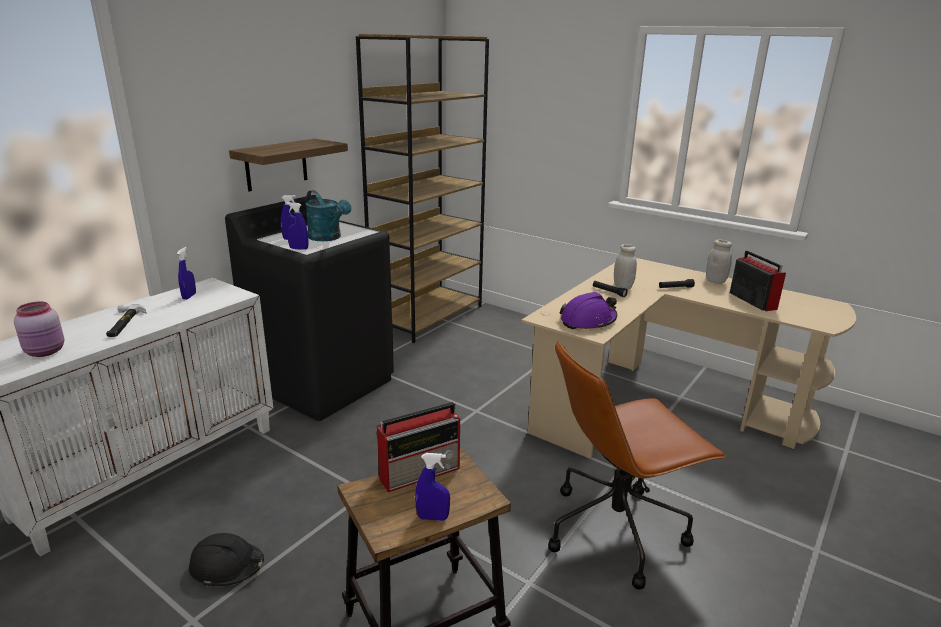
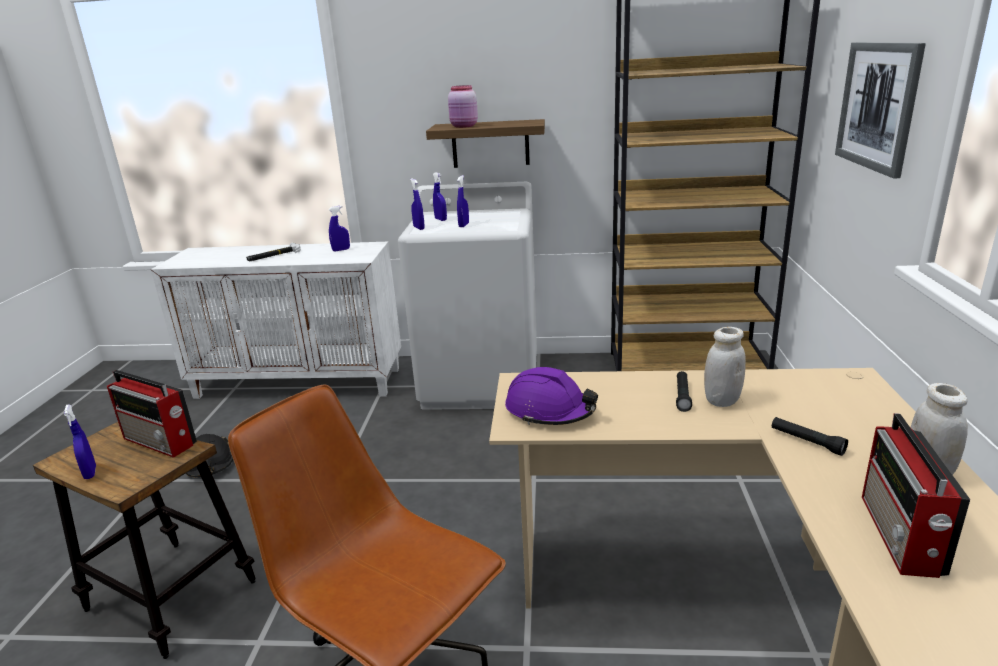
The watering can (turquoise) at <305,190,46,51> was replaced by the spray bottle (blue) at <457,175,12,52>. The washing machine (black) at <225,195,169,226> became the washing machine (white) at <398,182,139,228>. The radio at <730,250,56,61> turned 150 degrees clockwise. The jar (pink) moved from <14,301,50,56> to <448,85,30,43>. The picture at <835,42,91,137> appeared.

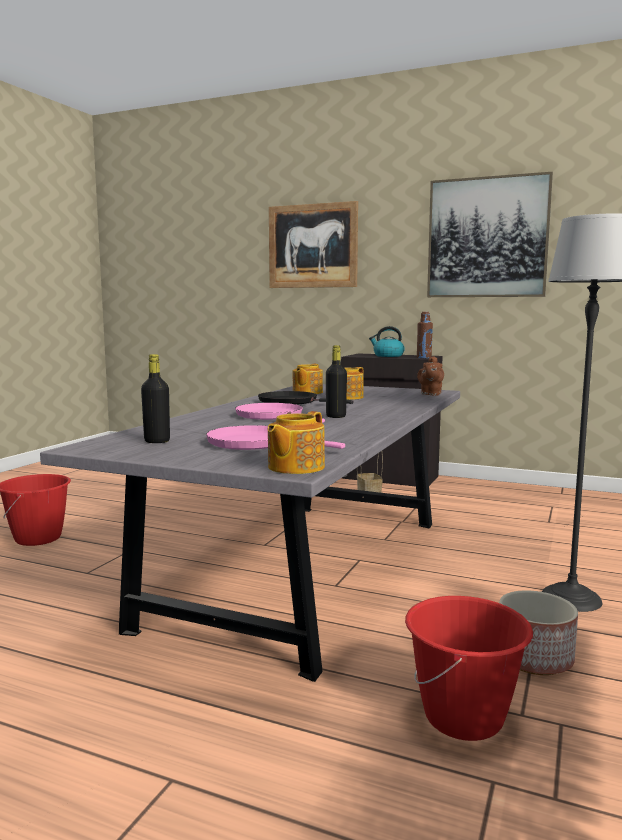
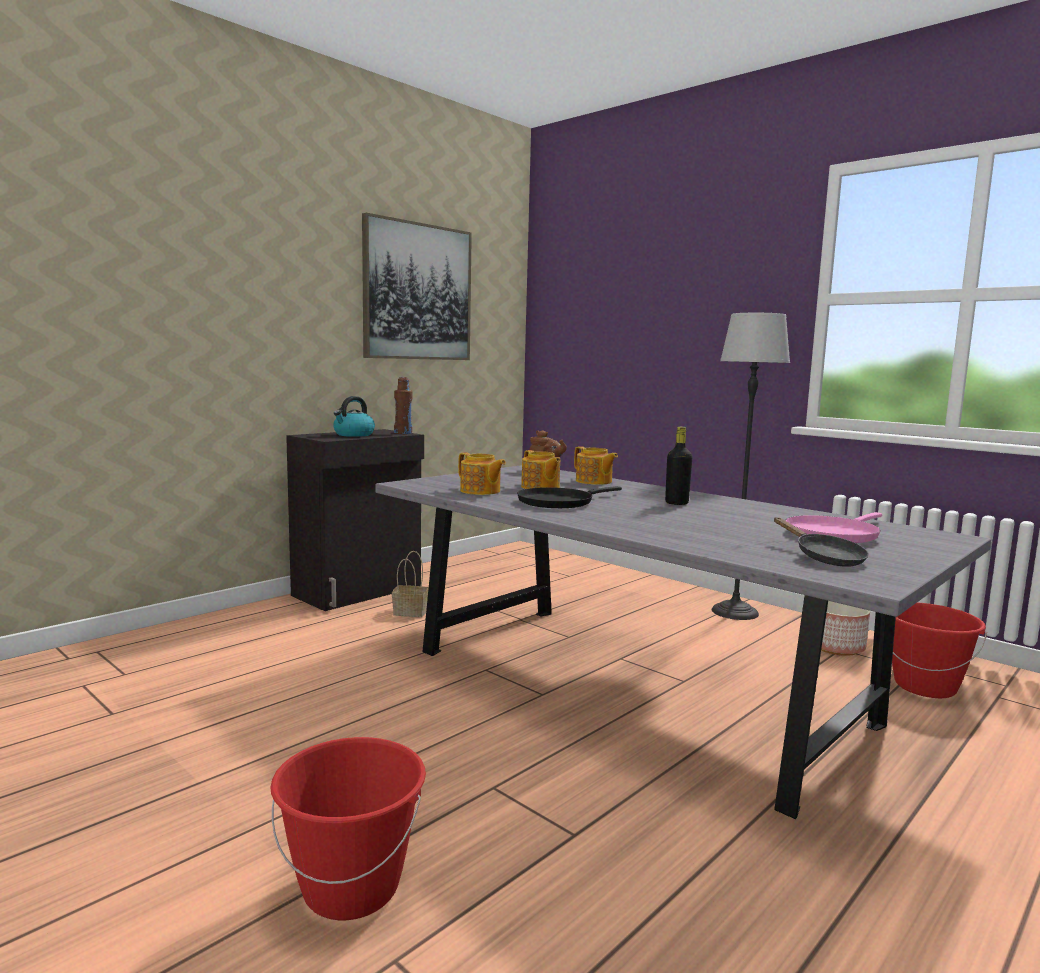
The picture at <269,201,89,87> disappeared. The bottle (black) at <141,354,29,89> was replaced by the frying pan (black) at <774,517,95,50>. The frying pan (pink) at <235,403,90,20> disappeared. The teapot moved from <268,411,57,63> to <574,446,44,39>.

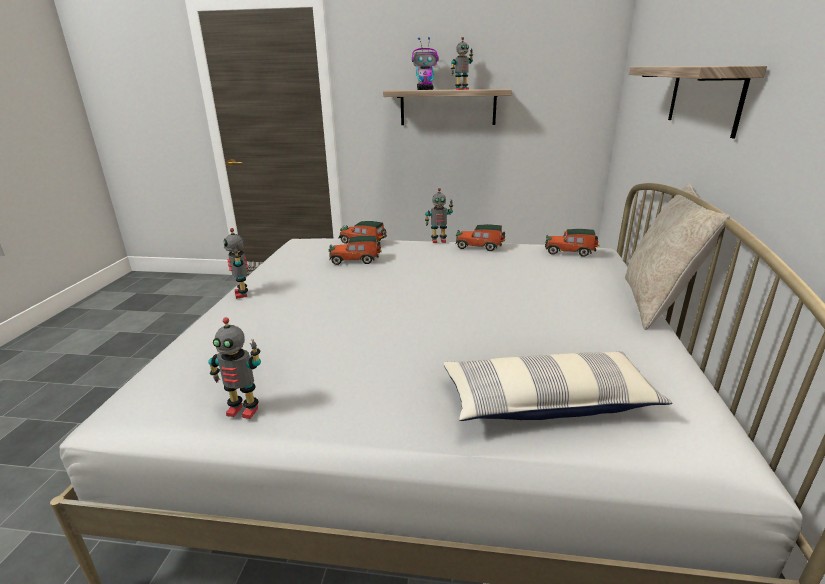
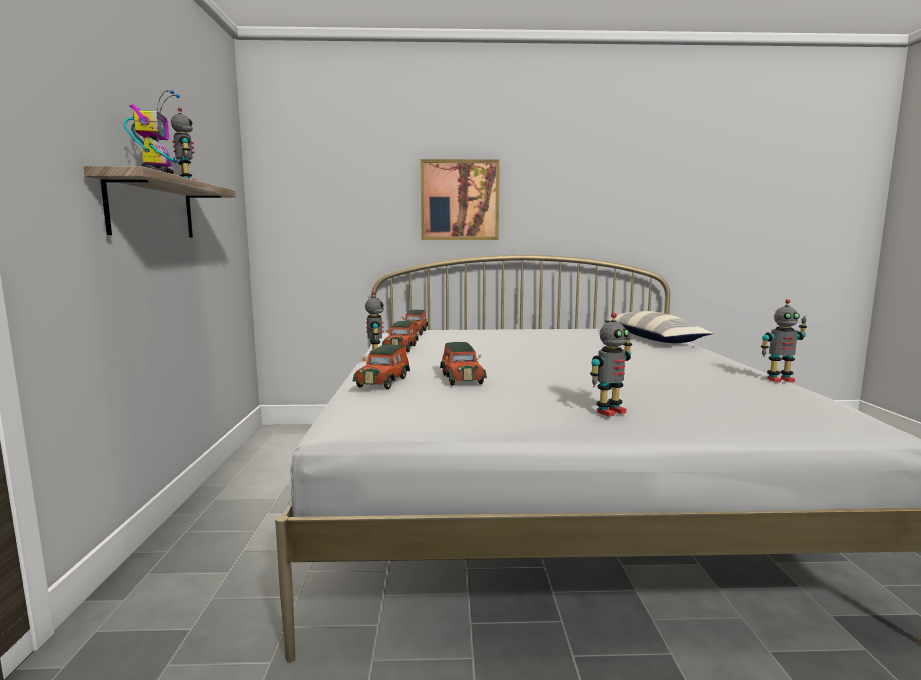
The shelf at <629,66,138,72> was replaced by the picture at <421,159,79,81>. The pillow (beige) at <625,184,105,146> disappeared. The toy robot at <208,318,53,101> turned 90 degrees clockwise.

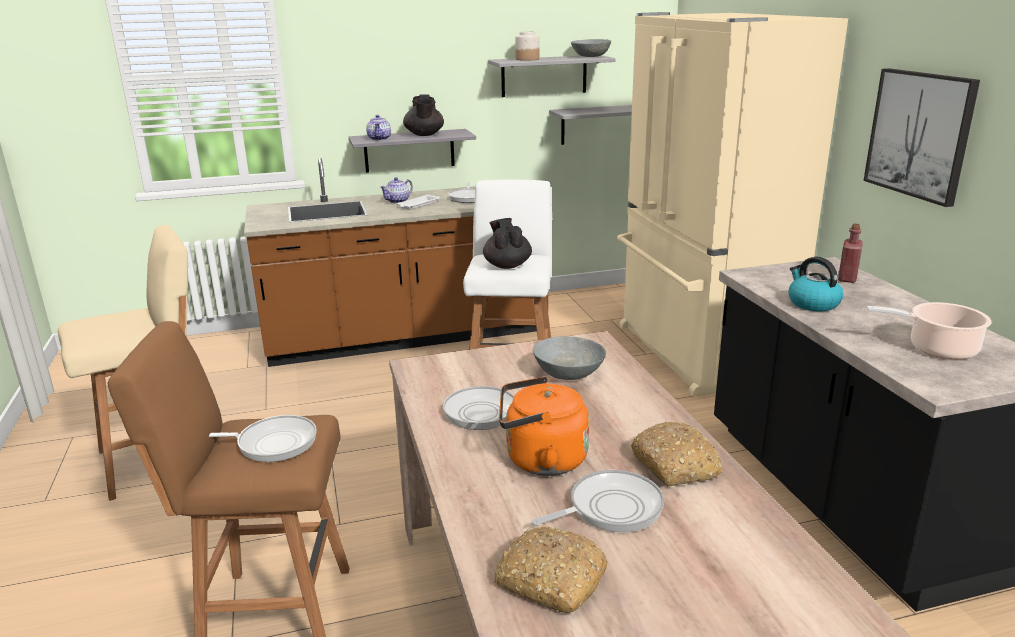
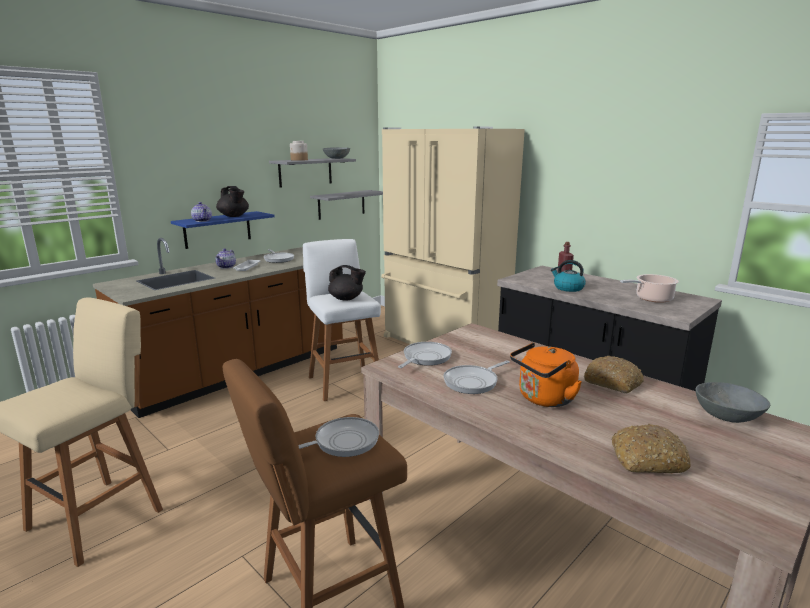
The picture at <864,68,116,139> disappeared. The shelf (grey) at <349,129,127,44> became the shelf (blue) at <171,211,104,38>. The teapot (black) at <483,218,49,51> turned 150 degrees clockwise. The bowl (grey) moved from <533,337,73,43> to <696,382,74,41>. The frying pan moved from <532,470,132,62> to <398,342,54,26>.

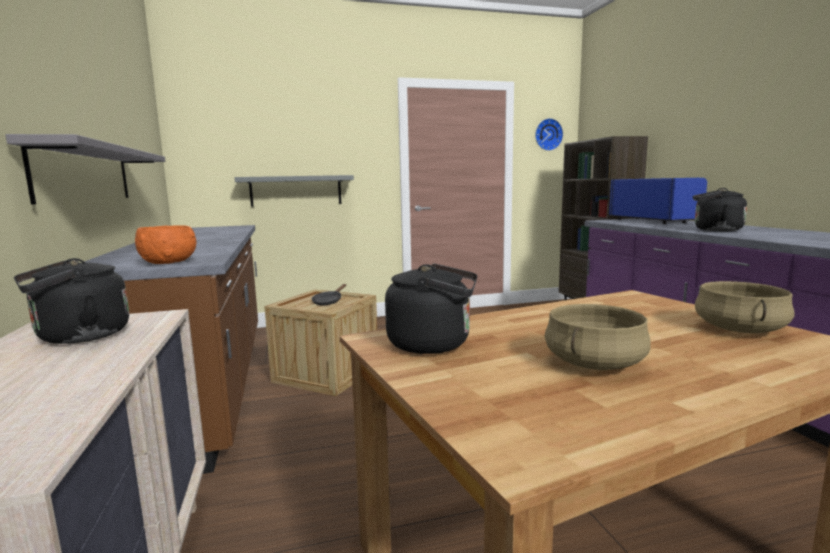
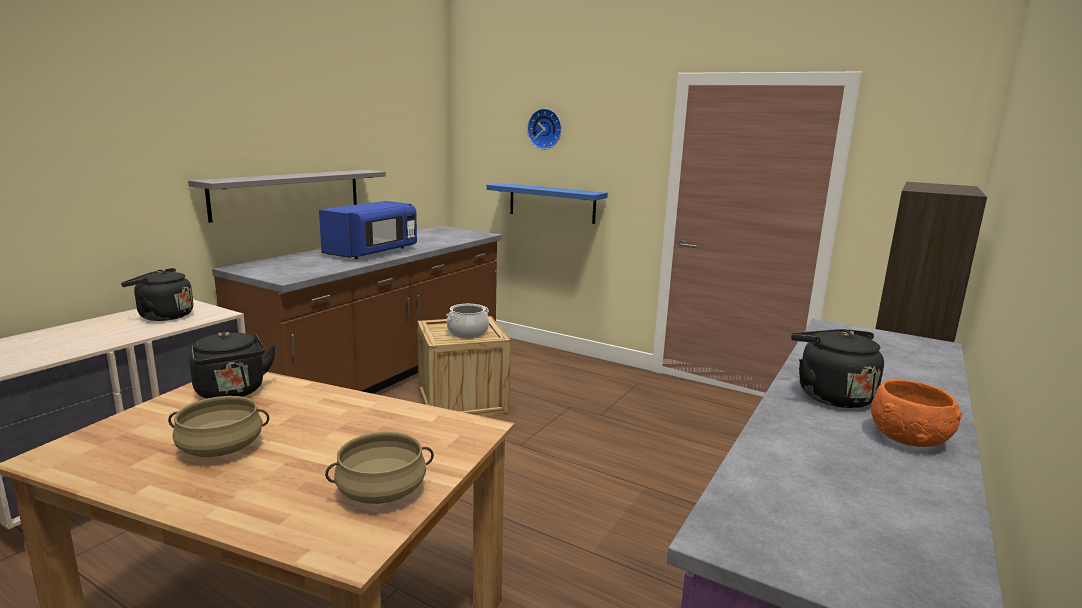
The wall clock moved from <535,118,28,33> to <527,108,35,42>. The shelf (grey) at <234,175,120,32> became the shelf (blue) at <486,183,122,41>. The microwave (blue) moved from <609,178,98,46> to <319,201,98,58>. The bowl (orange) moved from <135,225,61,39> to <871,380,91,67>. The frying pan (black) at <312,284,34,21> was replaced by the cooking pot at <446,304,43,34>.

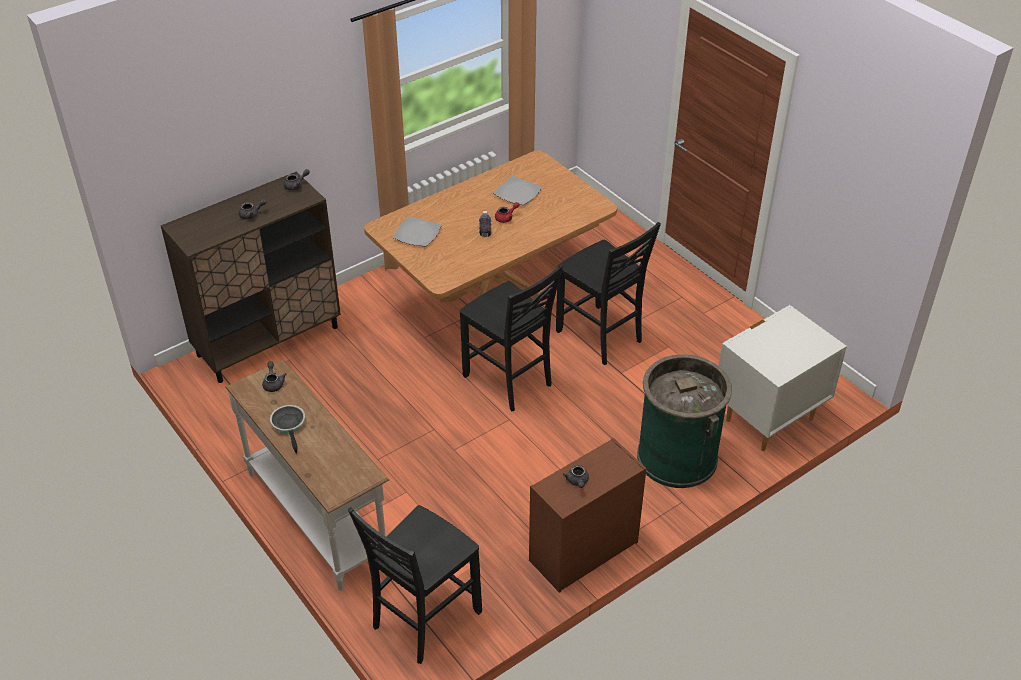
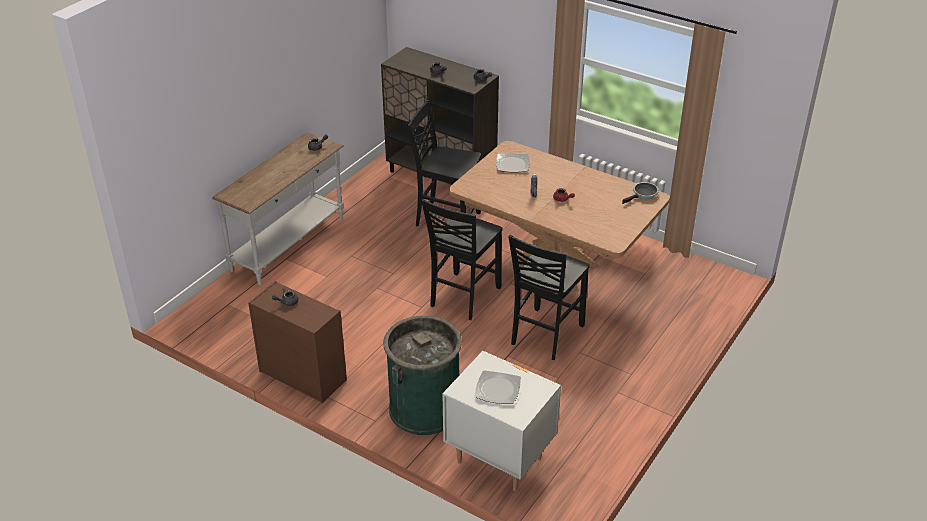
The plate moved from <493,176,49,29> to <475,371,46,33>. The frying pan moved from <270,405,35,49> to <622,182,37,22>. The chair (black) moved from <348,505,134,159> to <407,100,74,126>.

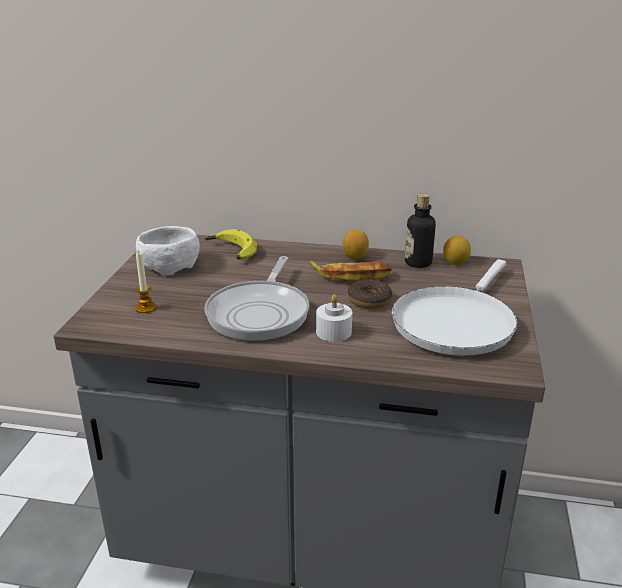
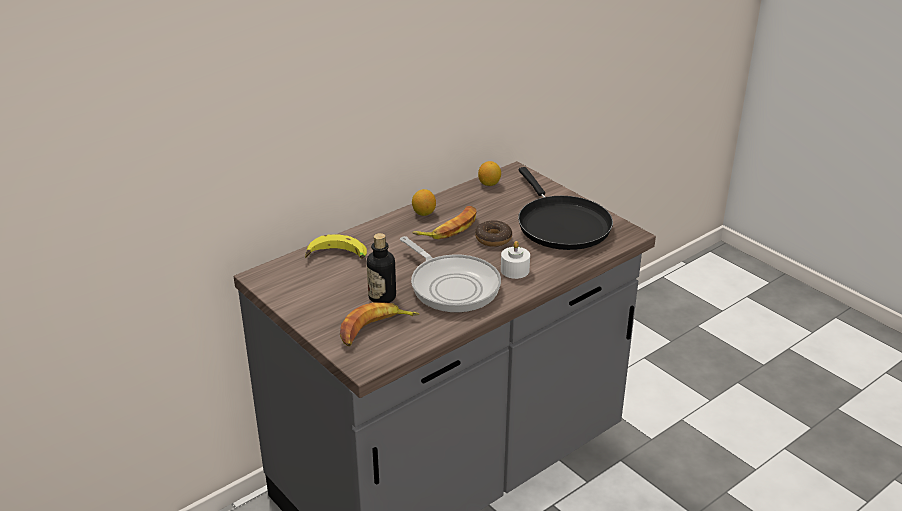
The bottle moved from <405,193,31,75> to <366,233,30,70>. The bowl (white) at <136,226,64,49> disappeared. The candle at <135,252,22,61> was replaced by the banana at <340,302,80,44>. The frying pan (white) at <392,259,126,97> became the frying pan (black) at <518,167,95,83>.

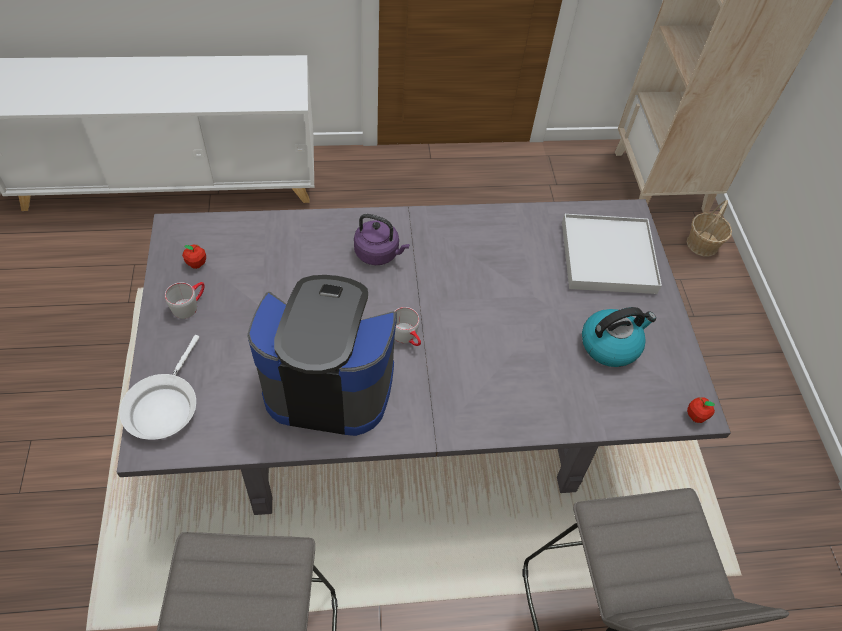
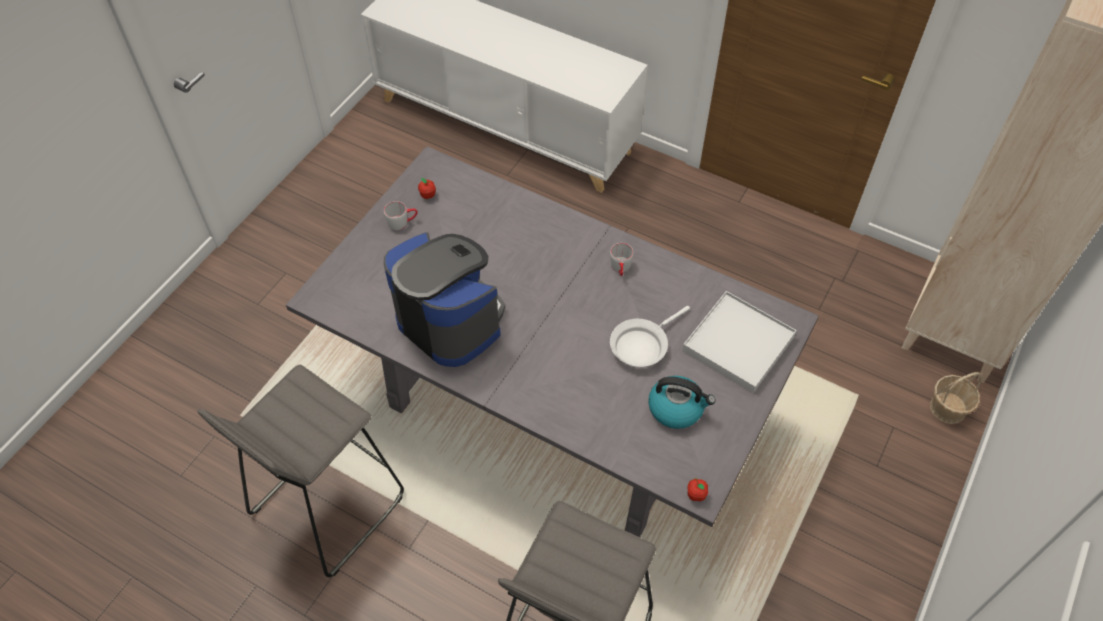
The kettle (purple) at <354,214,56,51> disappeared. The mug (grey) moved from <394,307,27,39> to <610,243,24,33>. The frying pan (white) moved from <119,335,80,105> to <610,305,80,62>.

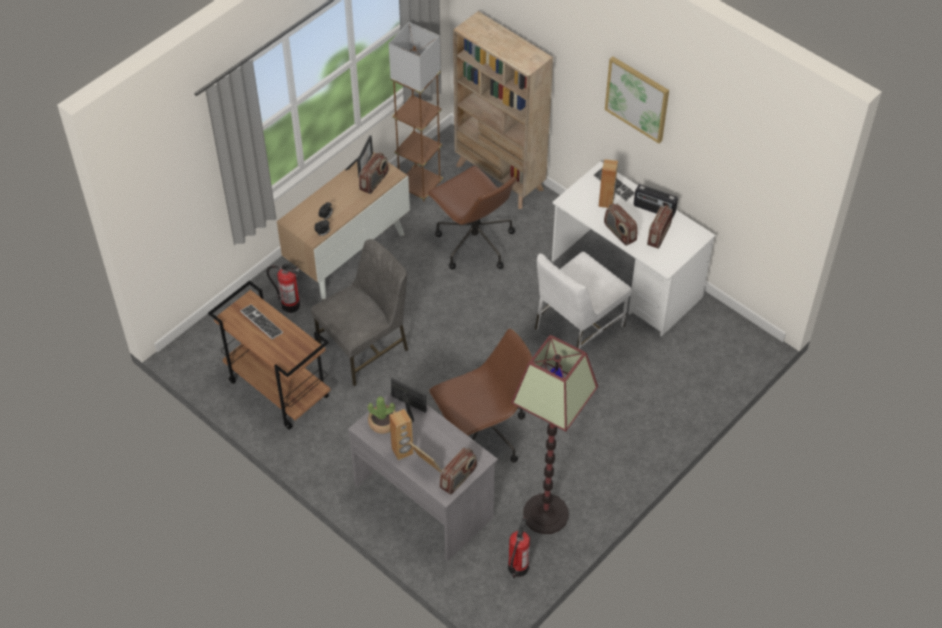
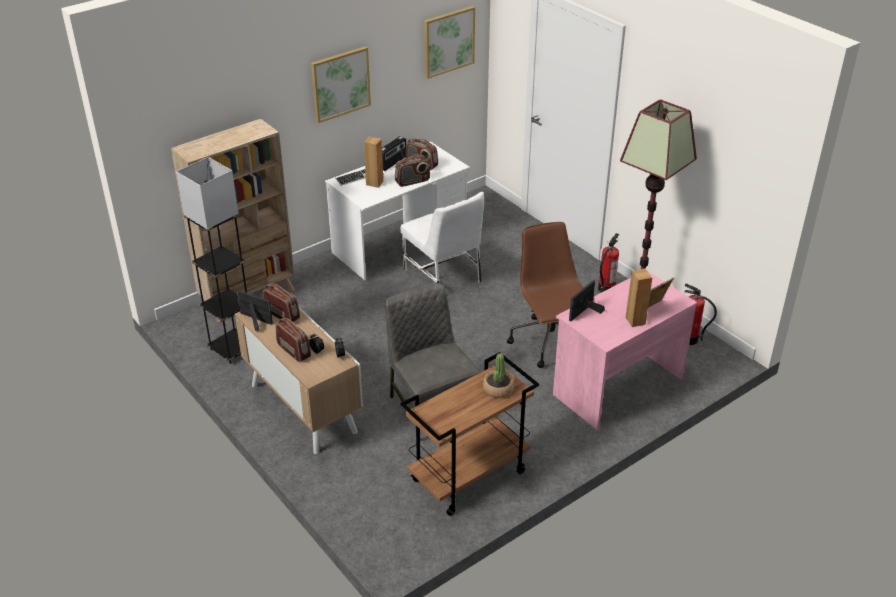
The floor lamp (brown) at <389,22,54,180> became the floor lamp (grey) at <176,157,71,207>. The office chair (brown) at <427,166,89,104> disappeared. The fire extinguisher moved from <267,264,33,49> to <598,233,21,60>. The keyboard at <240,304,43,35> disappeared. The desk (grey) at <348,392,150,169> became the desk (pink) at <553,271,144,159>. The potted plant moved from <368,396,28,38> to <483,353,31,45>. The radio moved from <439,448,38,47> to <276,318,35,44>. The picture at <424,6,51,73> appeared.

